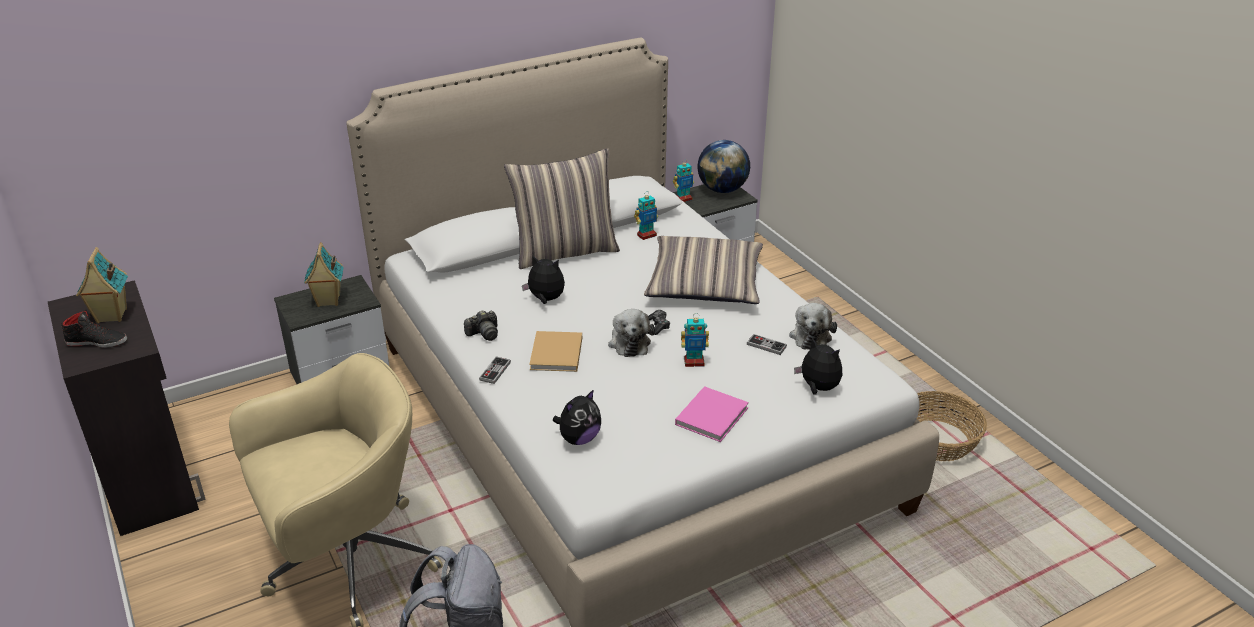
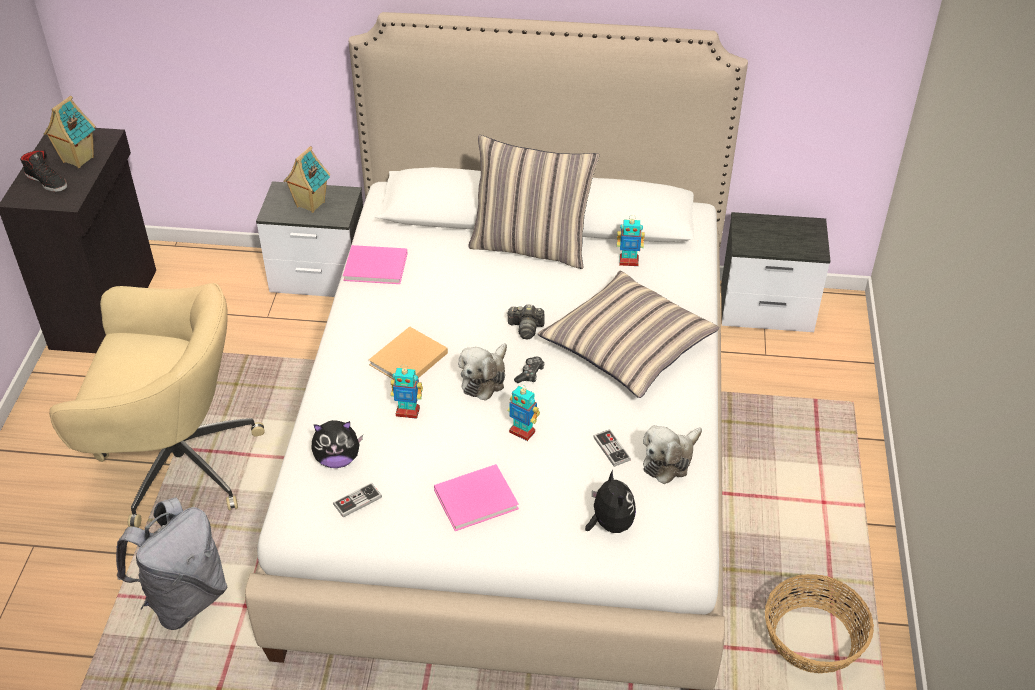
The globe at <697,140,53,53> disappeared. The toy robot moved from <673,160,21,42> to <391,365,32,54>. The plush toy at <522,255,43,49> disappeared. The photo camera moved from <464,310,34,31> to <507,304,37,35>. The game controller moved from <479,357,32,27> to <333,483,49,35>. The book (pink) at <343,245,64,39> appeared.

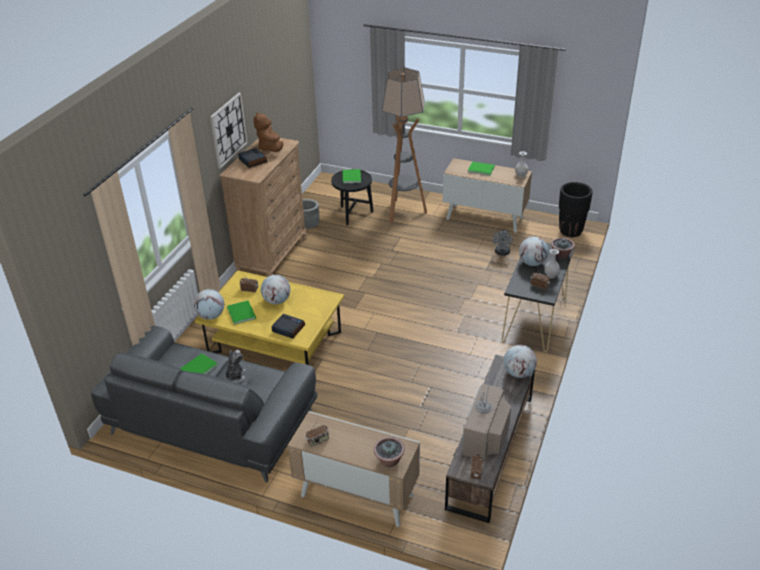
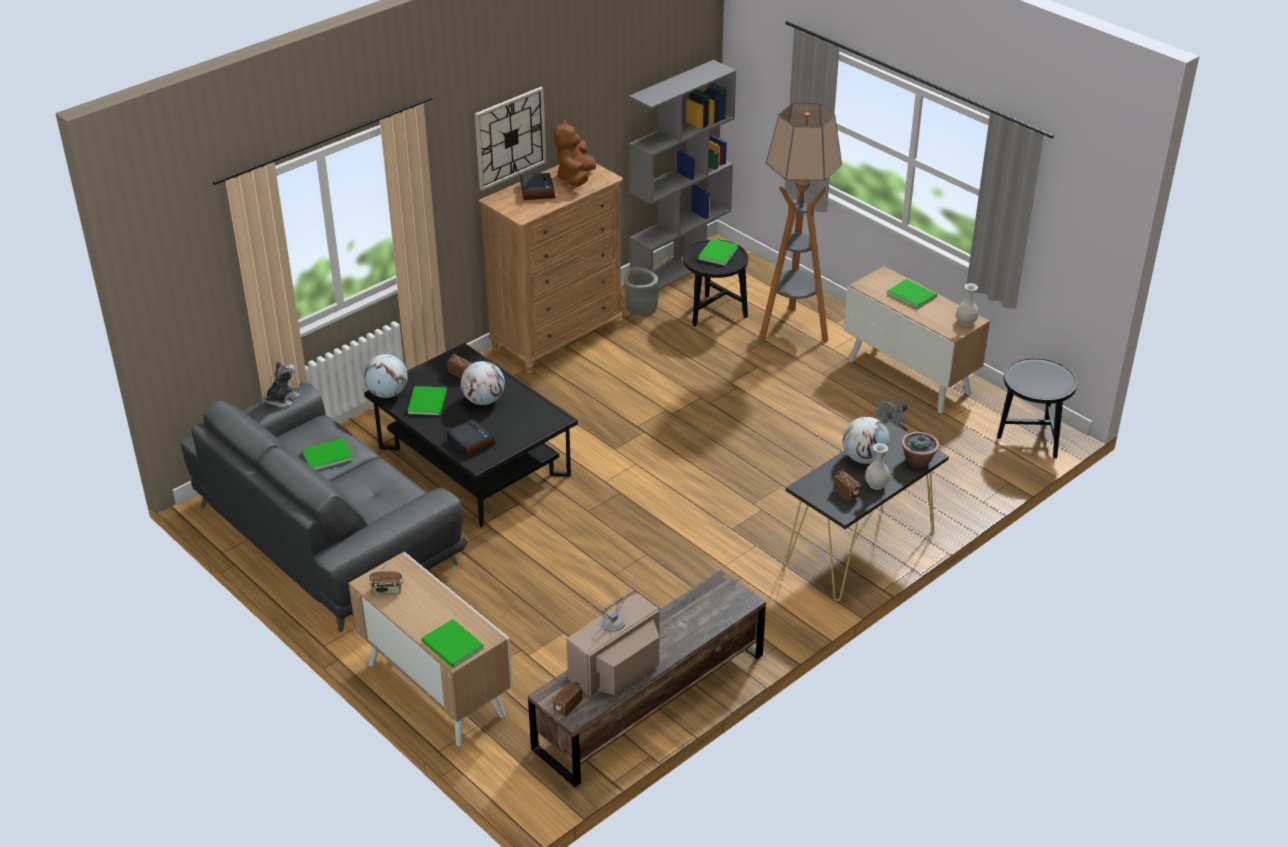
The planter (black) at <559,182,33,55> was replaced by the side table (black) at <997,357,81,101>. The coffee table (yellow) at <195,270,149,95> became the coffee table (black) at <364,343,214,184>. The globe at <504,345,33,33> disappeared. The plush toy moved from <225,350,21,33> to <263,361,37,46>. The potted plant at <374,437,31,30> was replaced by the book (green) at <421,619,63,49>. The bookcase (grey) at <629,60,107,230> appeared.

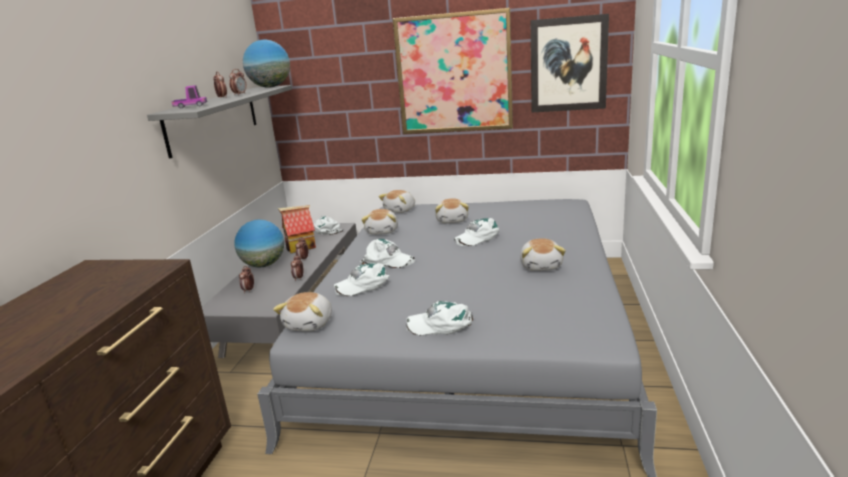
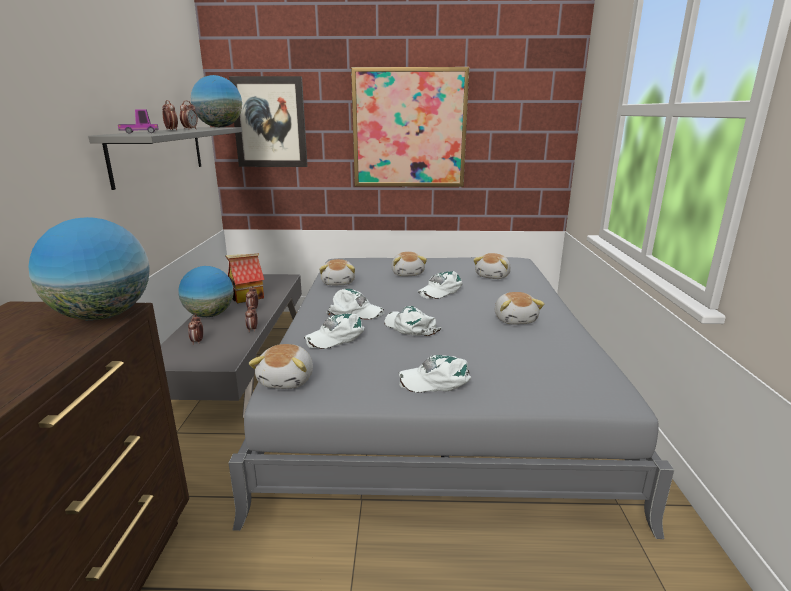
The picture moved from <531,14,78,98> to <229,76,79,91>. The plush toy moved from <378,190,37,23> to <473,253,38,26>. The cap (white) moved from <313,216,30,19> to <384,306,58,30>. The globe at <29,217,121,103> appeared.

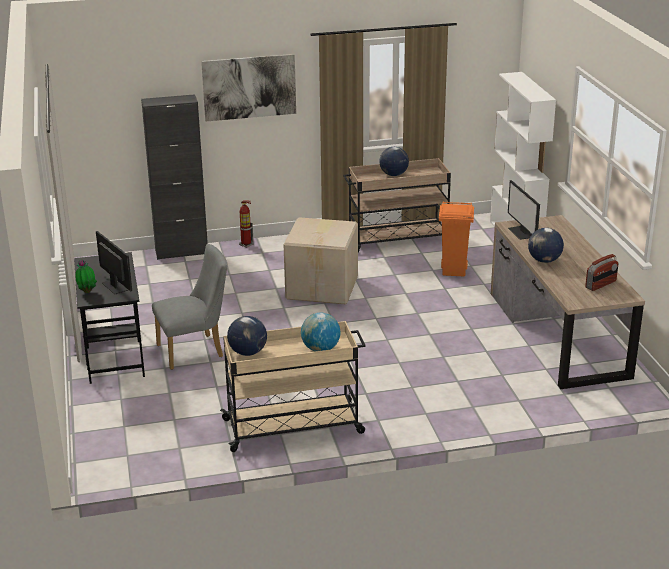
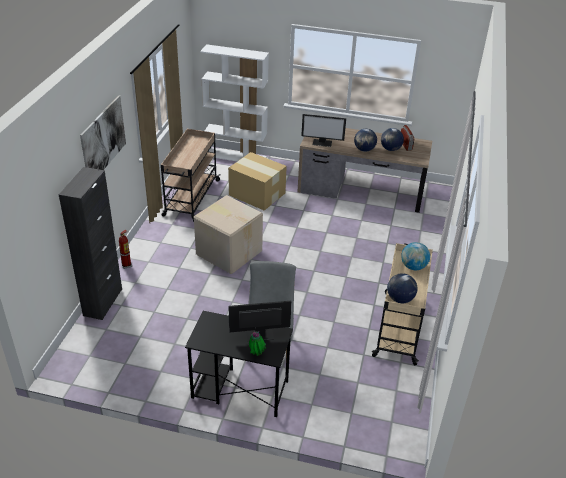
The globe moved from <379,147,30,29> to <381,128,23,23>. The trash can (orange) at <439,202,35,75> was replaced by the cardboard box at <228,152,59,59>.

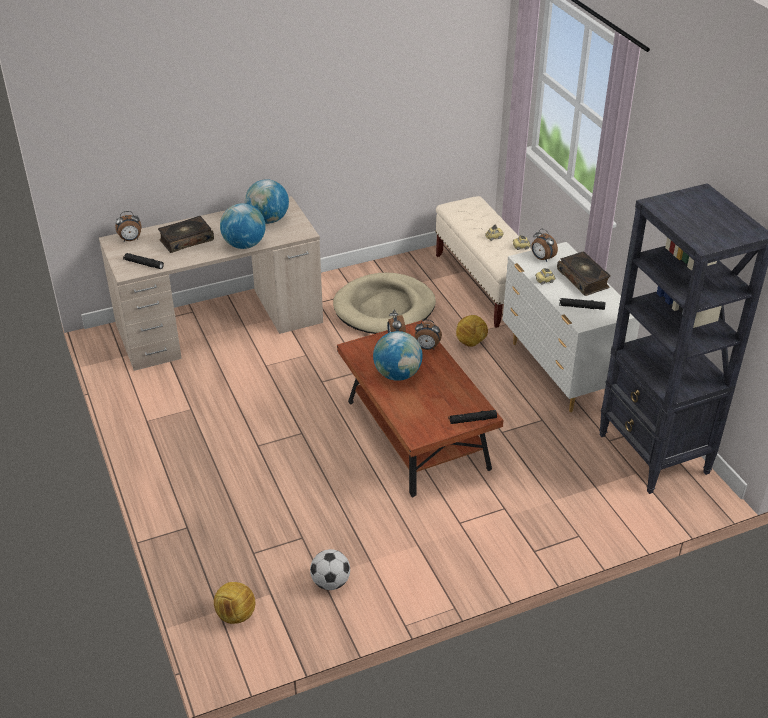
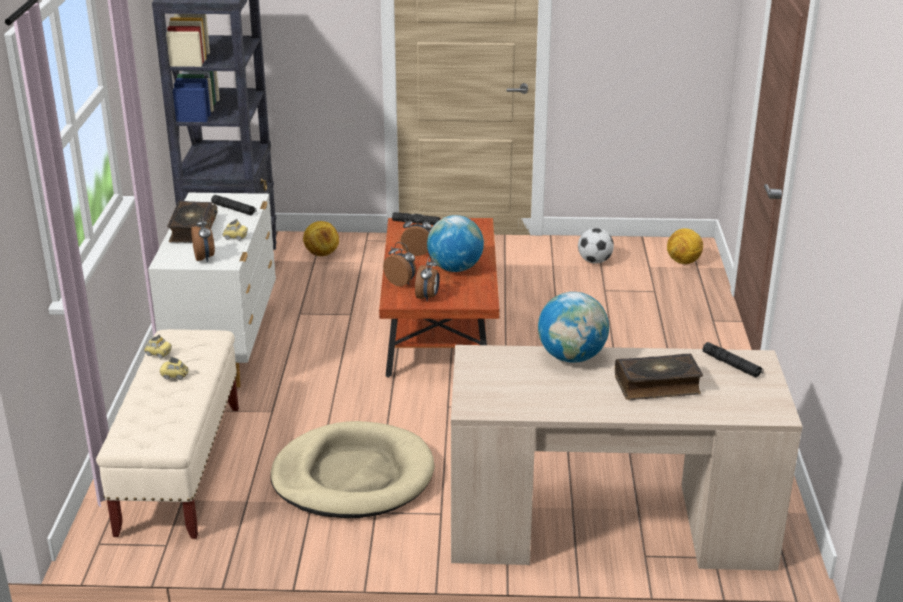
The globe at <245,179,44,45> disappeared. The alarm clock moved from <115,211,26,31> to <401,214,31,42>. The football moved from <456,315,32,32> to <303,221,36,35>.

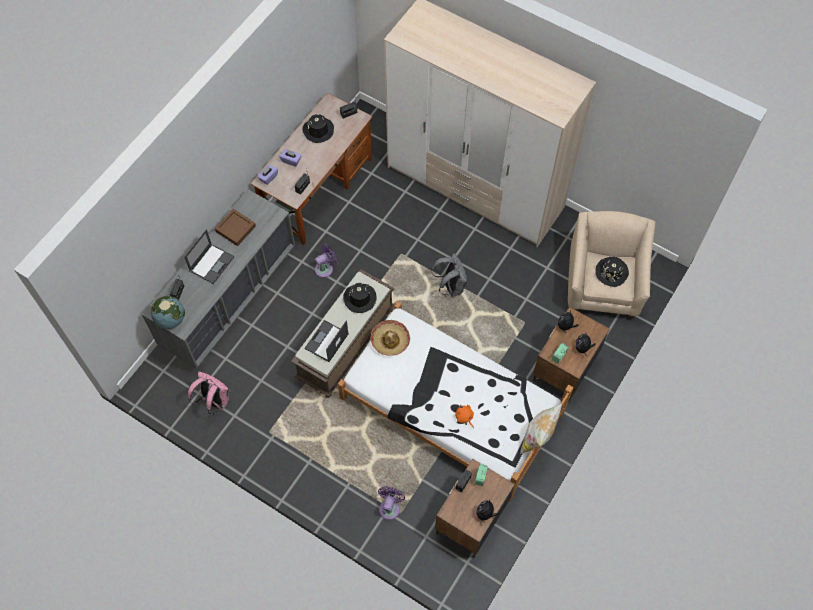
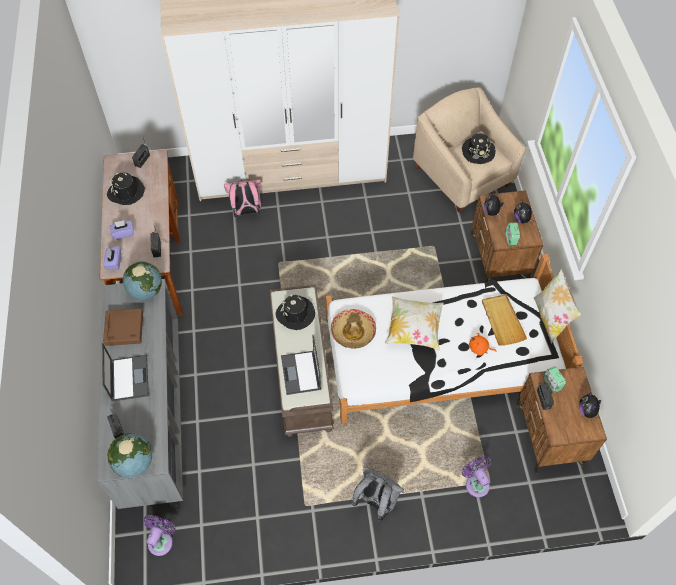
The fan (purple) moved from <315,244,23,34> to <143,515,33,41>. The backpack (grey) moved from <432,253,36,44> to <352,466,52,55>. The backpack (pink) moved from <188,372,43,42> to <224,180,37,37>. The globe at <123,262,39,38> appeared. The tray (beige) at <482,294,45,52> appeared. The pillow at <385,296,59,54> appeared.

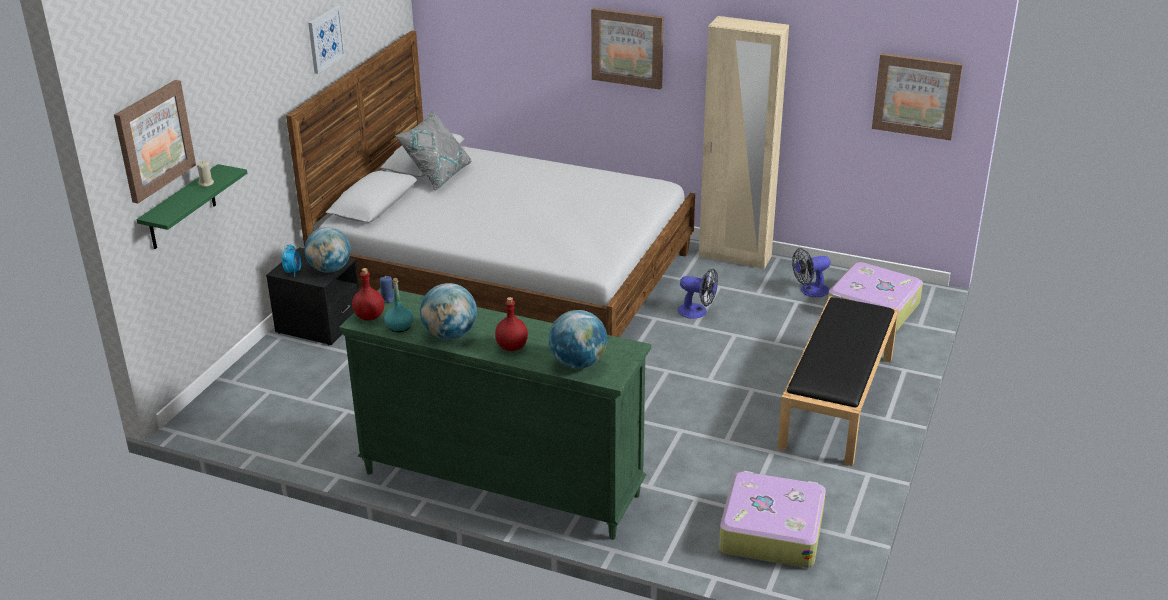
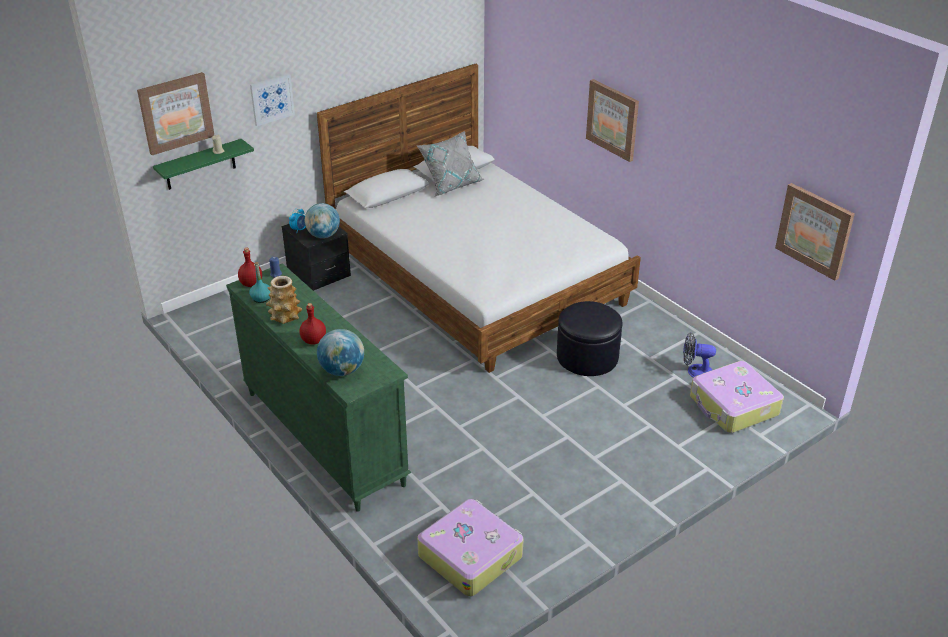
The picture moved from <308,6,37,68> to <250,74,45,52>. The wardrobe (beige) at <699,16,90,253> disappeared. The fan at <678,268,40,51> was replaced by the ottoman (black) at <557,301,65,75>. The globe at <420,283,57,57> was replaced by the vase at <266,276,36,48>. The bench (black) at <777,296,122,170> disappeared.

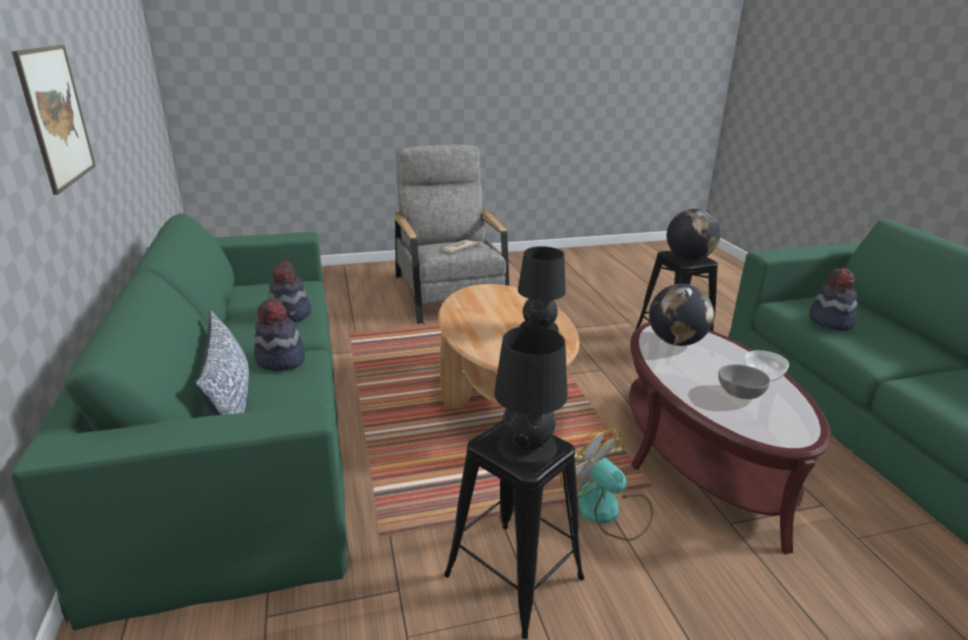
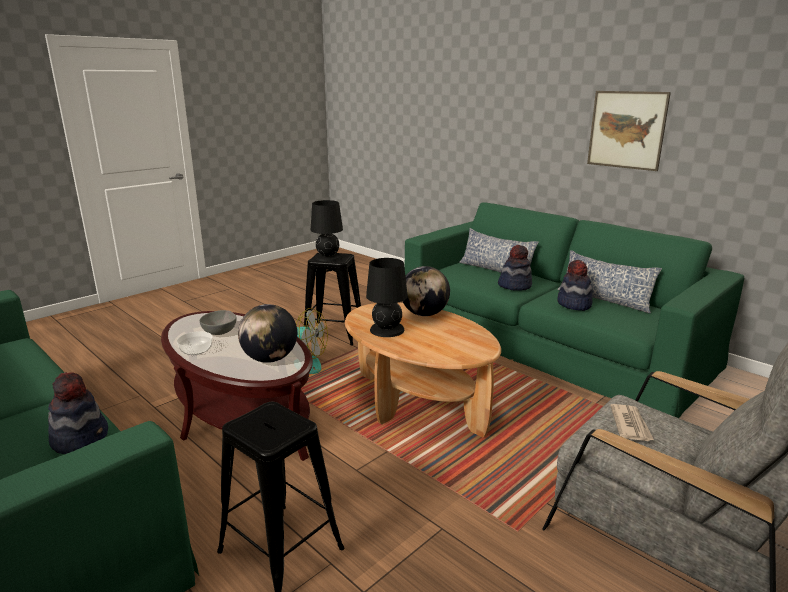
The globe moved from <667,209,53,51> to <402,266,48,50>. The pillow at <558,250,104,63> appeared.

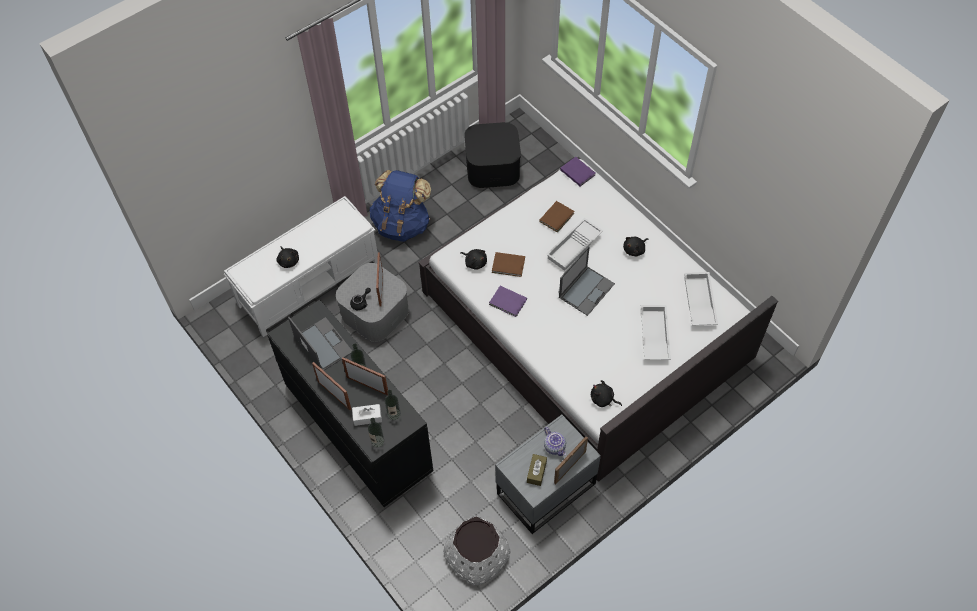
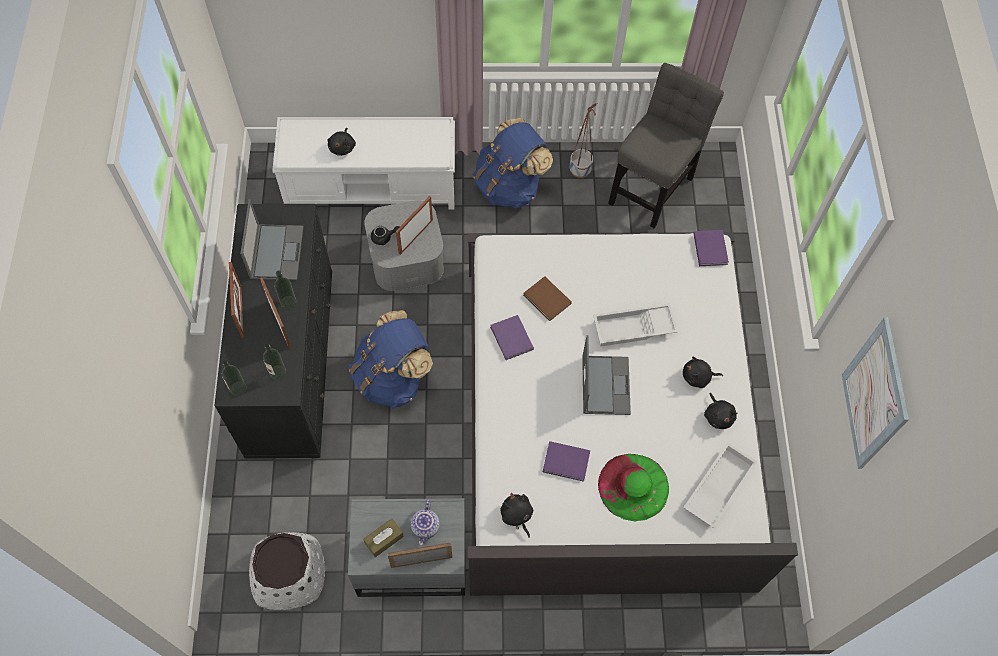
The storage box (black) at <464,122,57,66> was replaced by the chair (grey) at <608,63,116,165>. The book (brown) at <539,201,36,32> disappeared. The laptop at <559,246,56,70> turned 75 degrees counterclockwise. The plush toy (black) moved from <460,249,27,21> to <704,393,34,36>. The tray (white) at <641,305,30,55> was replaced by the hat (green) at <598,454,71,67>. The tissue box (white) at <352,404,30,22> disappeared. The planter at <570,103,28,75> appeared. The backpack (blue) at <348,310,85,98> appeared. The picture at <842,317,67,152> appeared. The book (purple) at <543,441,47,41> appeared.

